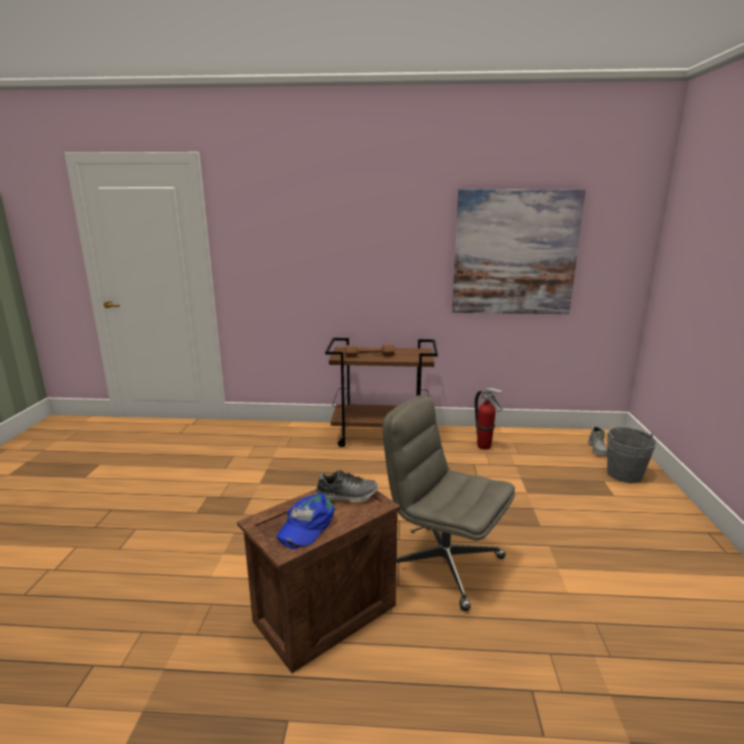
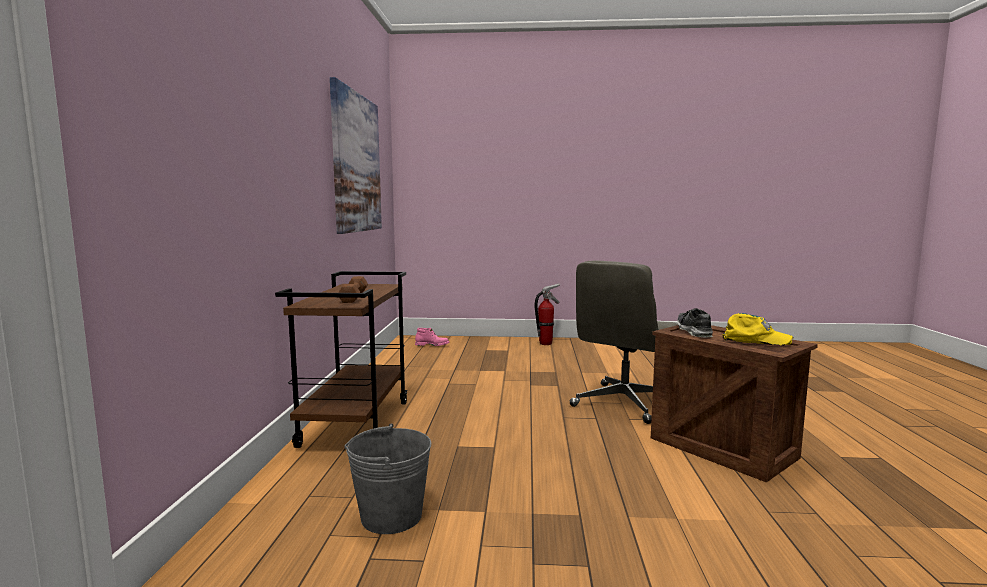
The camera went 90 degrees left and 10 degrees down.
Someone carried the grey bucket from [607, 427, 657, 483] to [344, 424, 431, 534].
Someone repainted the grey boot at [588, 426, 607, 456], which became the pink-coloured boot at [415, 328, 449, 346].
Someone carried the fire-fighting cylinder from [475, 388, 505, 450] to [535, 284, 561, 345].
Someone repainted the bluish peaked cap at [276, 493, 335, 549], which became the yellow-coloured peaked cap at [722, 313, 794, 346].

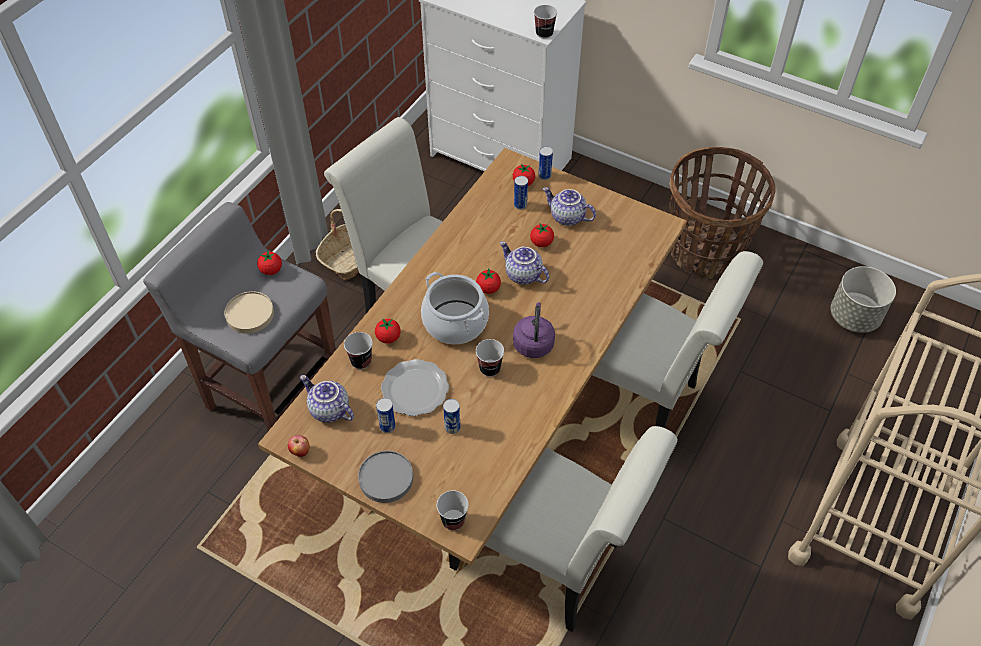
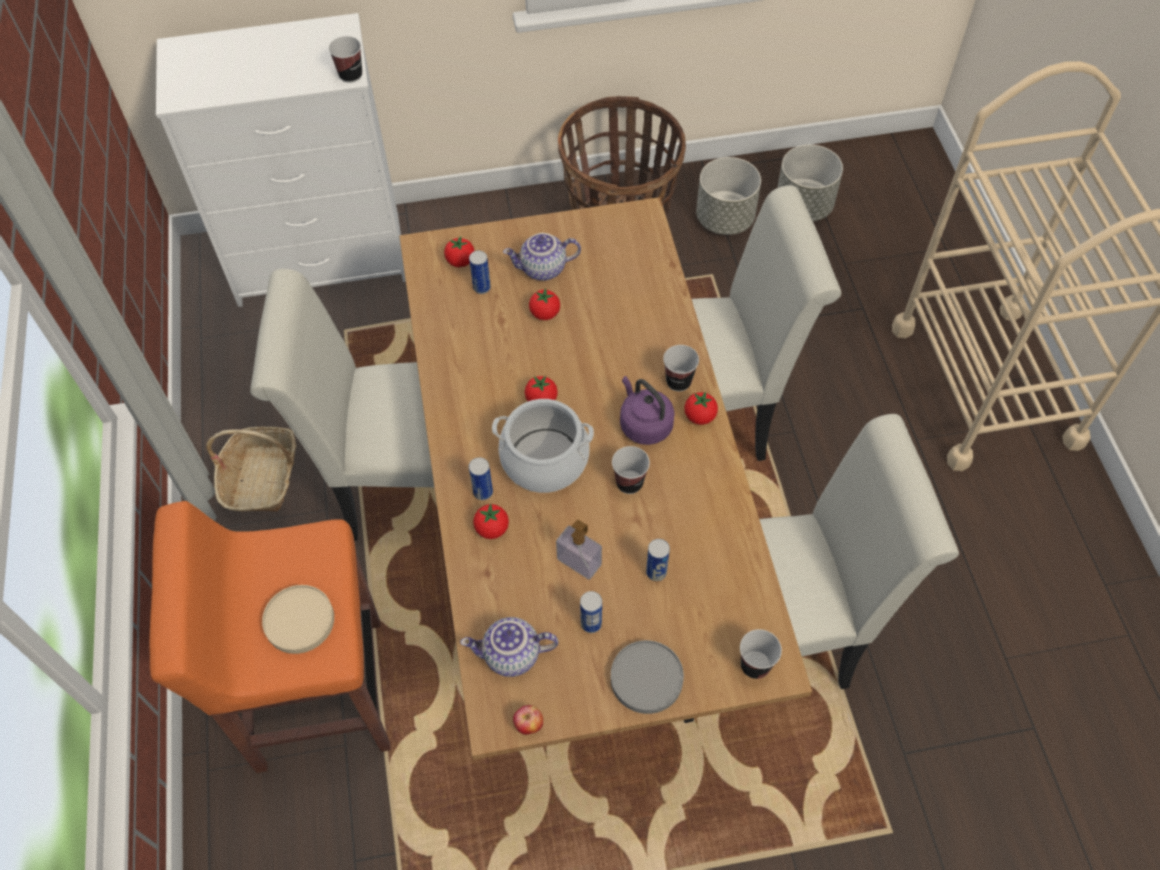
The camera went 40 degrees left and 5 degrees up.
Someone repainted the grey sitting stool at [143, 202, 336, 431], which became the orangey sitting stool at [149, 501, 391, 773].
Someone carried the sealed can from [538, 146, 553, 180] to [469, 457, 493, 500].
Someone swapped the plate at [381, 359, 449, 416] for the soap bottle at [556, 520, 602, 580].
Someone carried the small cup from [344, 332, 373, 369] to [663, 345, 699, 392].
Someone carried the whole tomato from [257, 250, 282, 275] to [684, 392, 718, 425].
Someone put down the grey plant pot at [696, 157, 761, 235].
Someone took away the tea pot at [500, 241, 549, 284].

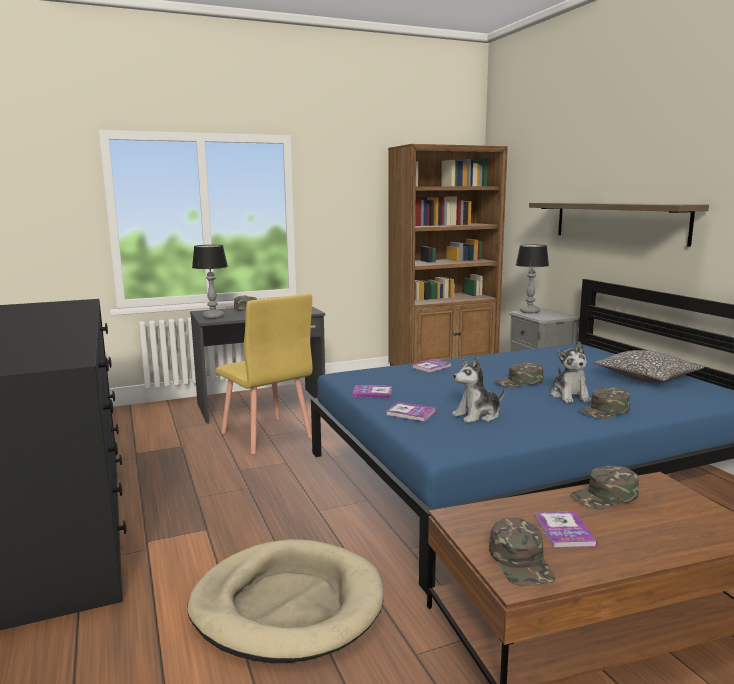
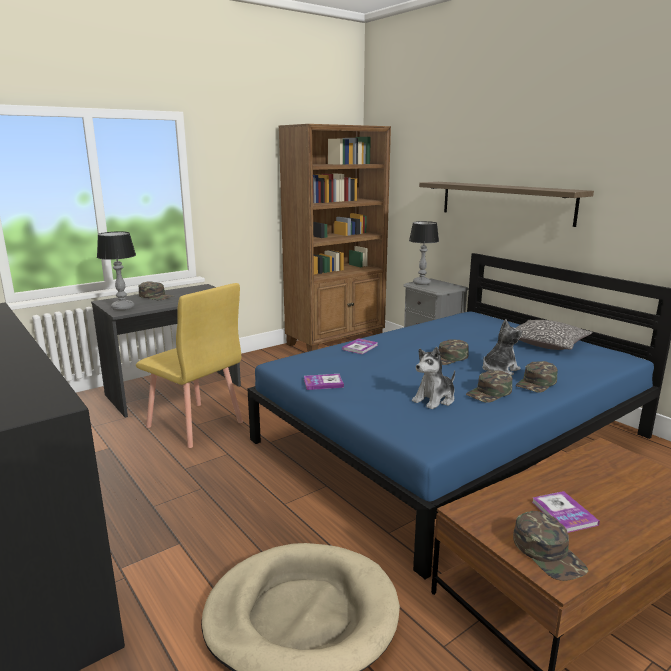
The camera went 15 degrees left and 5 degrees up.
Someone carried the green peaked cap from [570, 465, 639, 509] to [466, 370, 513, 403].
Someone rotated the plush toy at [551, 342, 591, 403] by 105 degrees counterclockwise.
Someone took away the bound book at [387, 402, 436, 422].

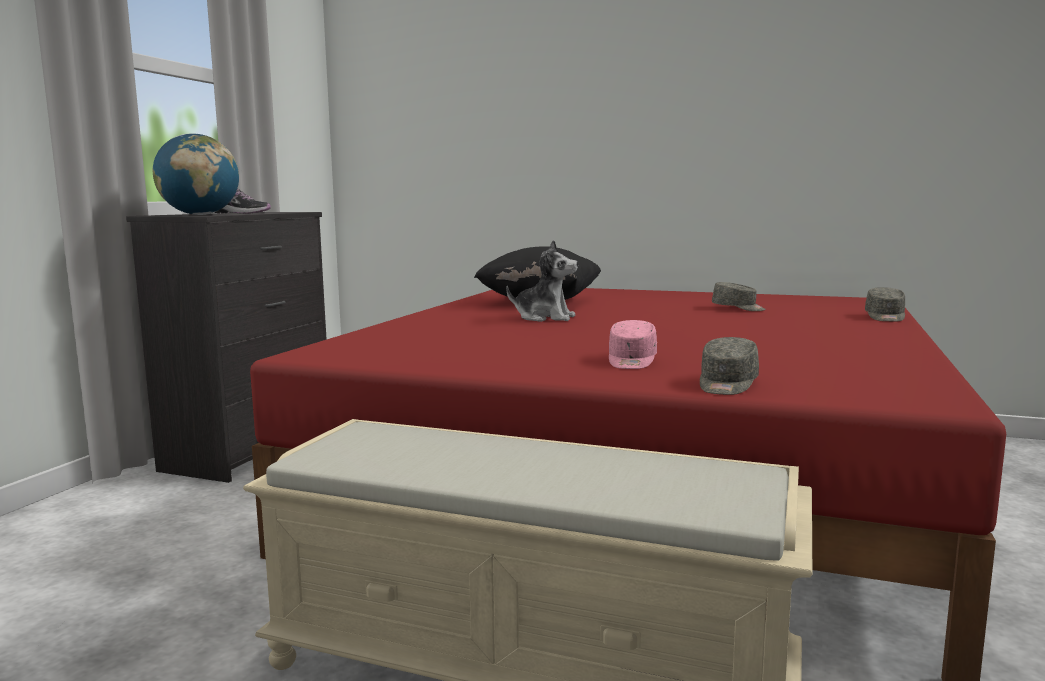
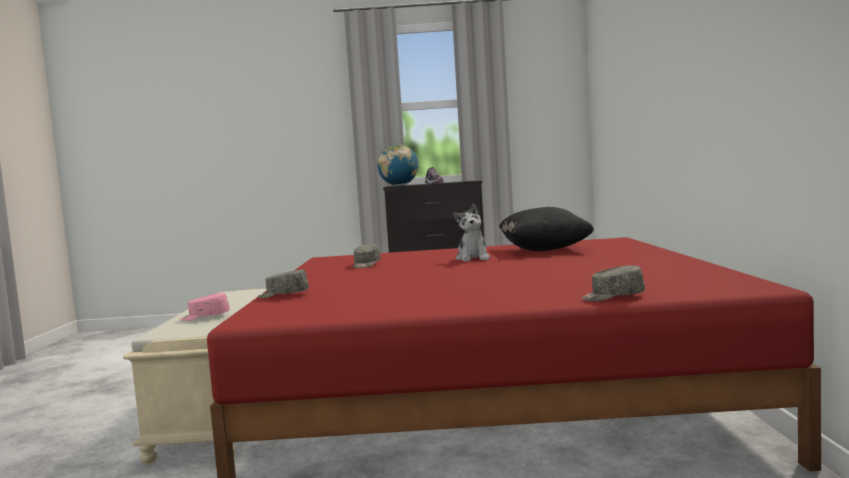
The camera went 70 degrees right and 5 degrees down.
Someone carried the pink-coloured peaked cap from [609, 320, 657, 369] to [180, 293, 230, 321].
Someone carried the grey peaked cap from [712, 282, 766, 311] to [353, 244, 381, 268].

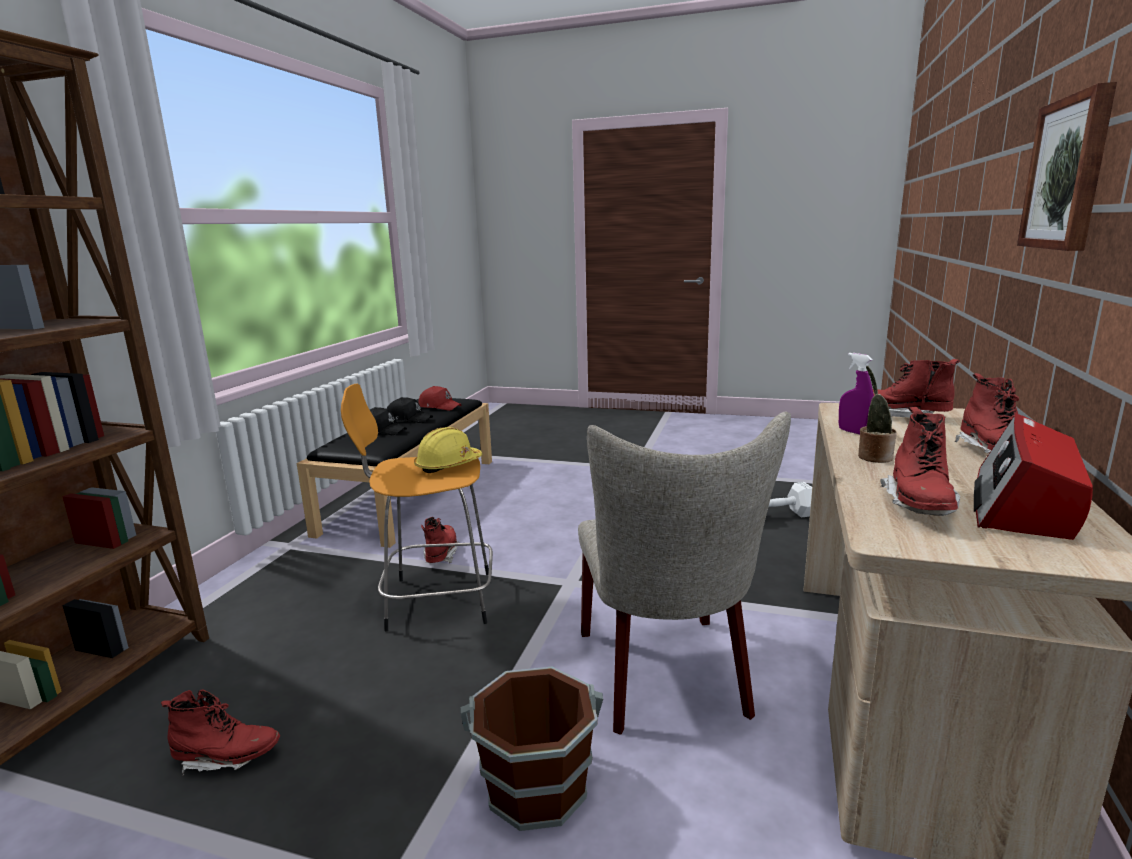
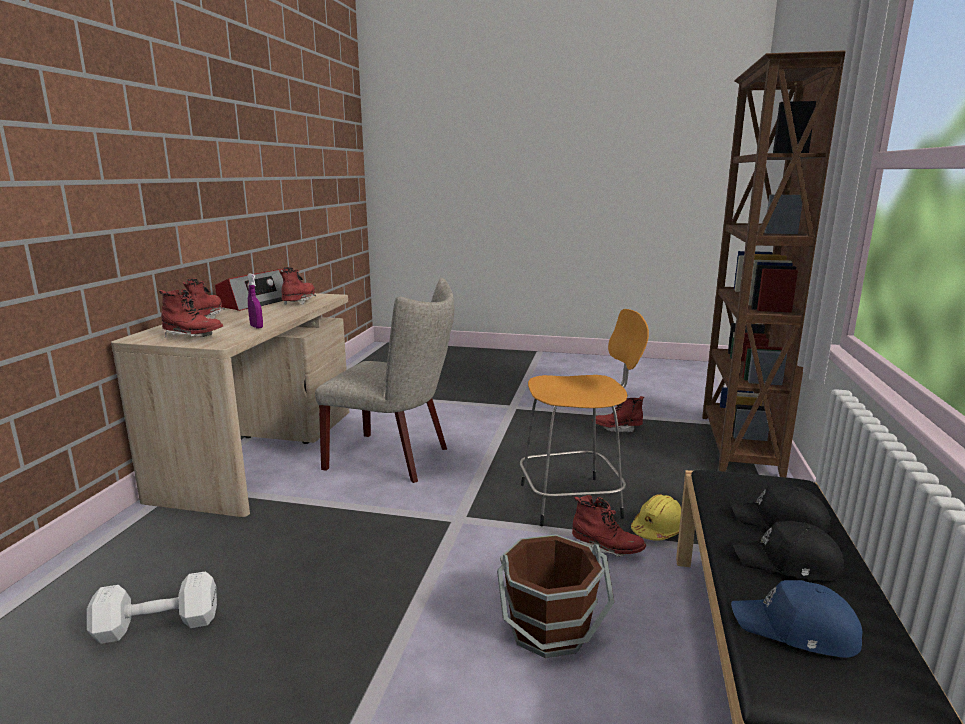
The camera went 175 degrees right and 0 degrees up.
Someone rotated the beige-coloured chair at [578, 412, 791, 735] by 120 degrees clockwise.
Someone carried the brownish bucket from [460, 667, 603, 831] to [497, 534, 614, 658].
Someone rotated the reddish boot at [421, 517, 460, 564] by 60 degrees counterclockwise.
Someone carried the yellow-coloured hard hat from [414, 427, 482, 473] to [631, 494, 681, 541].
Someone repainted the reddish peaked cap at [419, 386, 462, 411], which became the bluish peaked cap at [731, 580, 863, 658].
Someone took away the potted plant at [858, 366, 897, 463].
Someone took away the wall art at [1017, 82, 1117, 251].

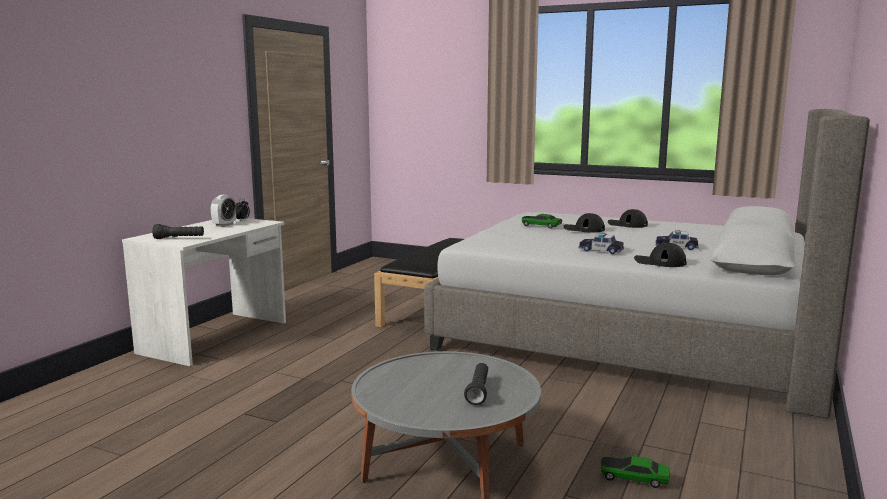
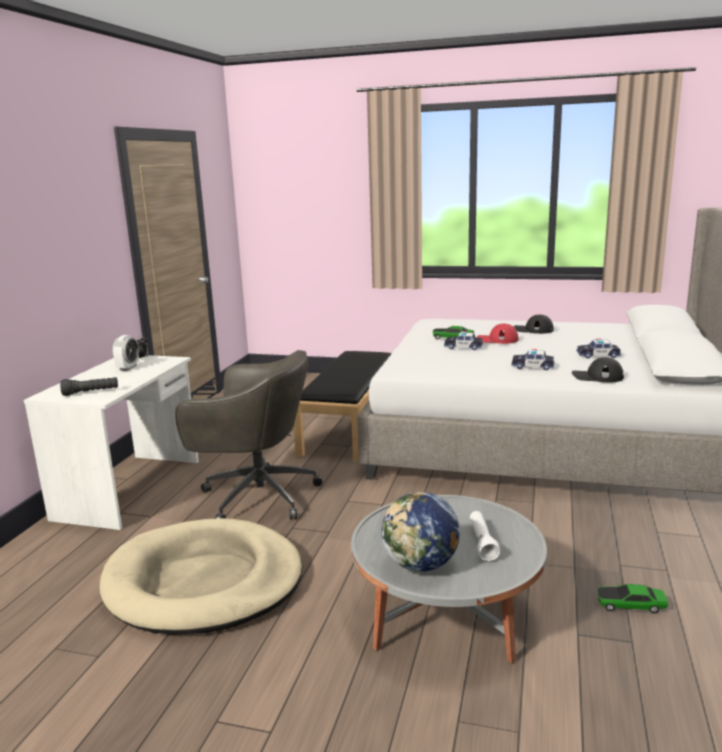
The camera went 10 degrees left and 5 degrees up.
Someone put down the beige-coloured dog cushion at [100, 518, 302, 635].
Someone put down the grey computer chair at [175, 350, 322, 520].
Someone put down the globe at [381, 492, 460, 572].
Someone put down the toy car at [444, 331, 483, 350].
Someone repainted the black-coloured torch at [464, 363, 488, 405], which became the whitish torch at [470, 511, 501, 561].
Someone repainted the black-coloured peaked cap at [564, 213, 605, 233], which became the reddish peaked cap at [477, 324, 519, 344].

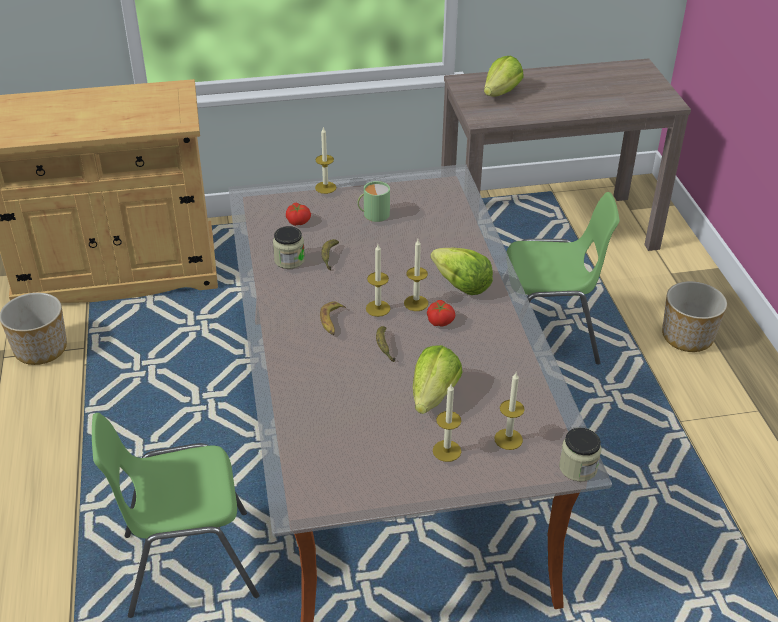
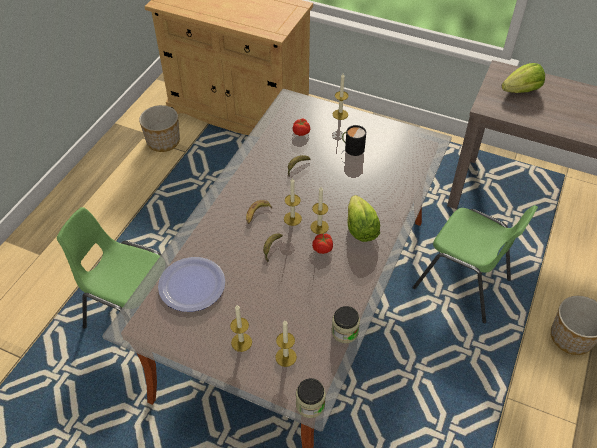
The camera went 35 degrees right and 10 degrees up.
Someone put down the plate at [158, 257, 225, 312].
Someone carried the preserve jar from [273, 226, 305, 269] to [332, 306, 360, 343].
Someone repainted the green tea mug at [357, 181, 390, 222], which became the black-coloured tea mug at [342, 125, 366, 156].
Someone took away the head of lettuce at [413, 345, 463, 414].

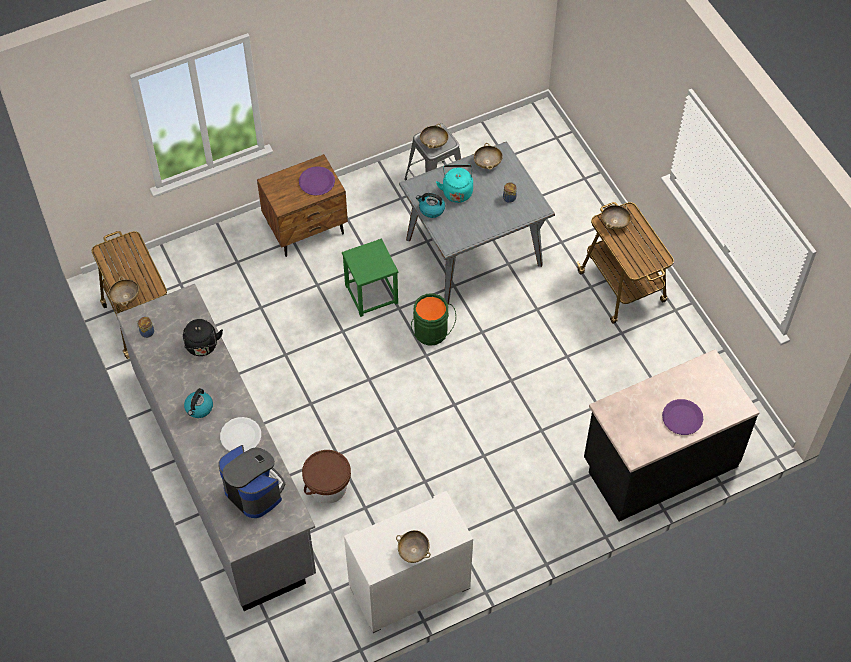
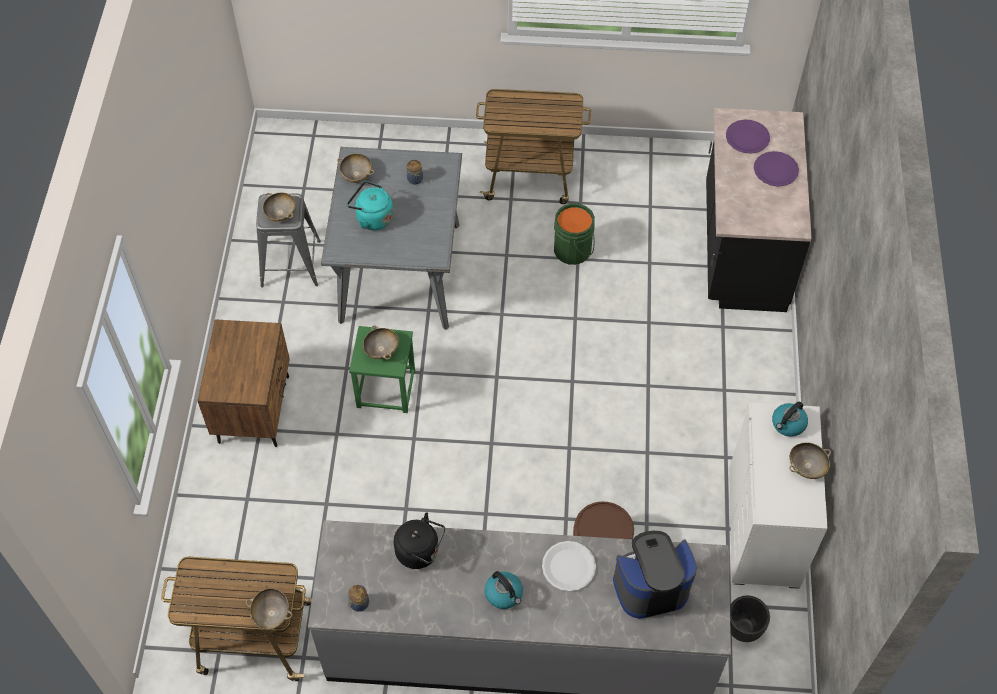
The camera went 60 degrees left and 0 degrees up.
Someone carried the beige-coloured bowl from [601, 205, 631, 229] to [363, 326, 399, 360].
Someone carried the green bucket from [411, 293, 456, 346] to [554, 203, 595, 265].
Someone carried the purple plate from [299, 166, 335, 196] to [726, 119, 770, 154].
Someone put down the black-coloured plant pot at [730, 595, 770, 642].
Someone carried the kettle from [416, 193, 445, 218] to [772, 401, 808, 437].

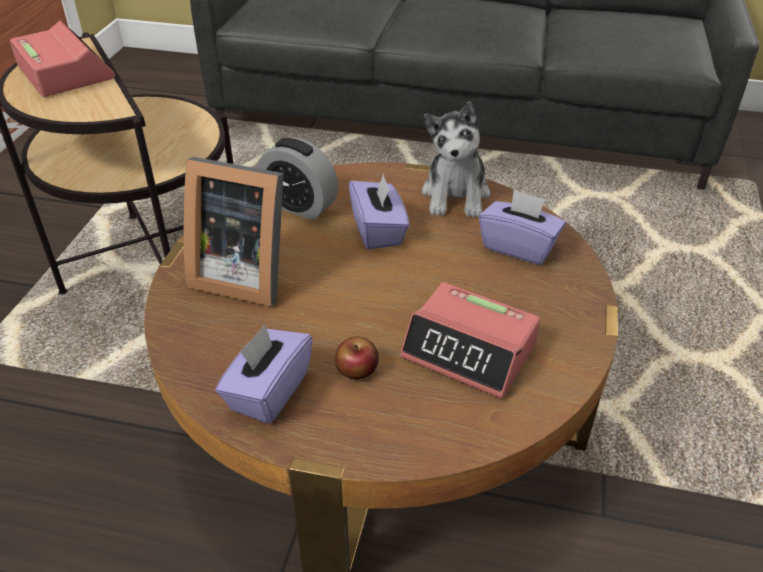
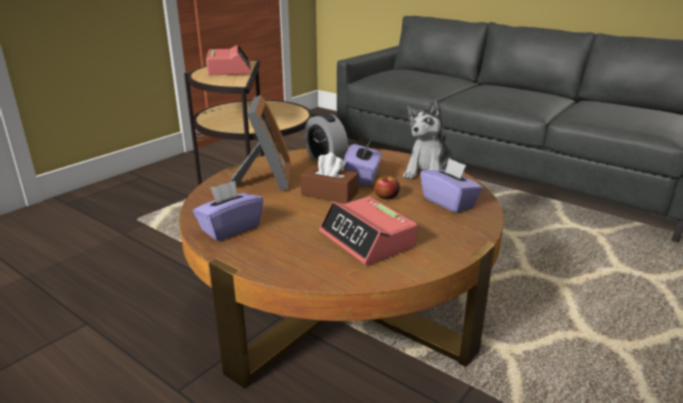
The camera went 25 degrees right and 15 degrees down.
Someone rotated the picture frame at [184, 157, 284, 306] by 135 degrees counterclockwise.
Someone put down the brownish box of tissues at [301, 152, 358, 204].
Someone carried the whole apple from [335, 336, 379, 380] to [374, 176, 400, 199].

